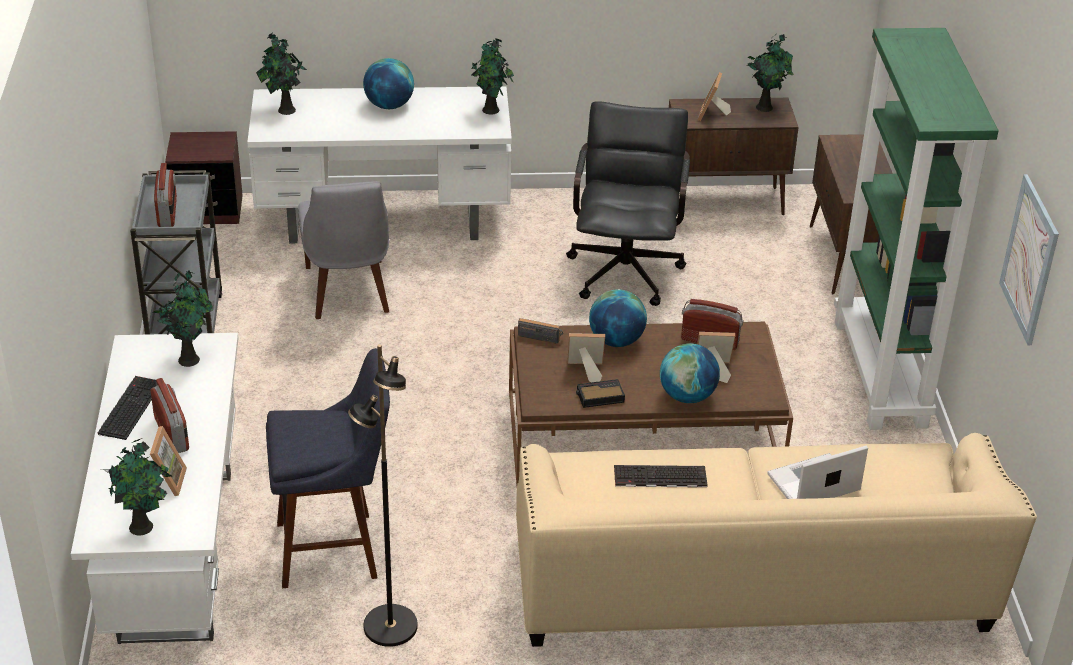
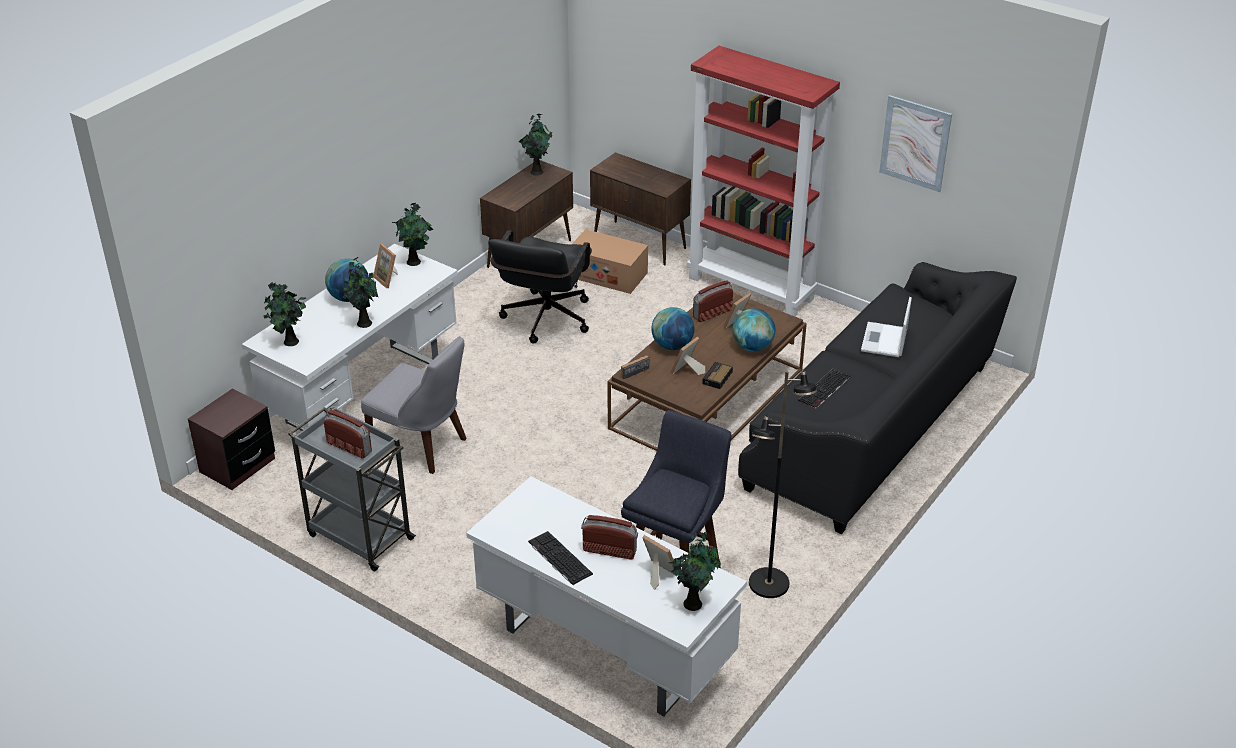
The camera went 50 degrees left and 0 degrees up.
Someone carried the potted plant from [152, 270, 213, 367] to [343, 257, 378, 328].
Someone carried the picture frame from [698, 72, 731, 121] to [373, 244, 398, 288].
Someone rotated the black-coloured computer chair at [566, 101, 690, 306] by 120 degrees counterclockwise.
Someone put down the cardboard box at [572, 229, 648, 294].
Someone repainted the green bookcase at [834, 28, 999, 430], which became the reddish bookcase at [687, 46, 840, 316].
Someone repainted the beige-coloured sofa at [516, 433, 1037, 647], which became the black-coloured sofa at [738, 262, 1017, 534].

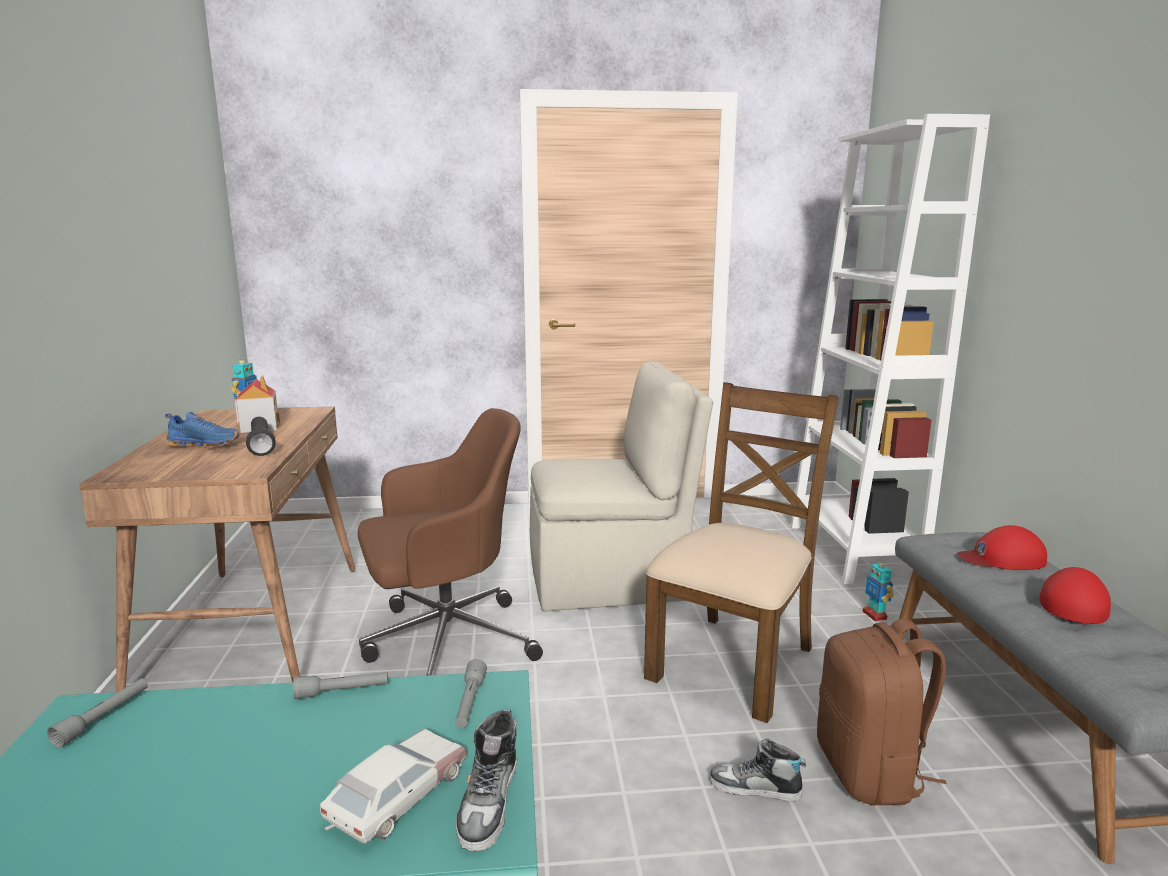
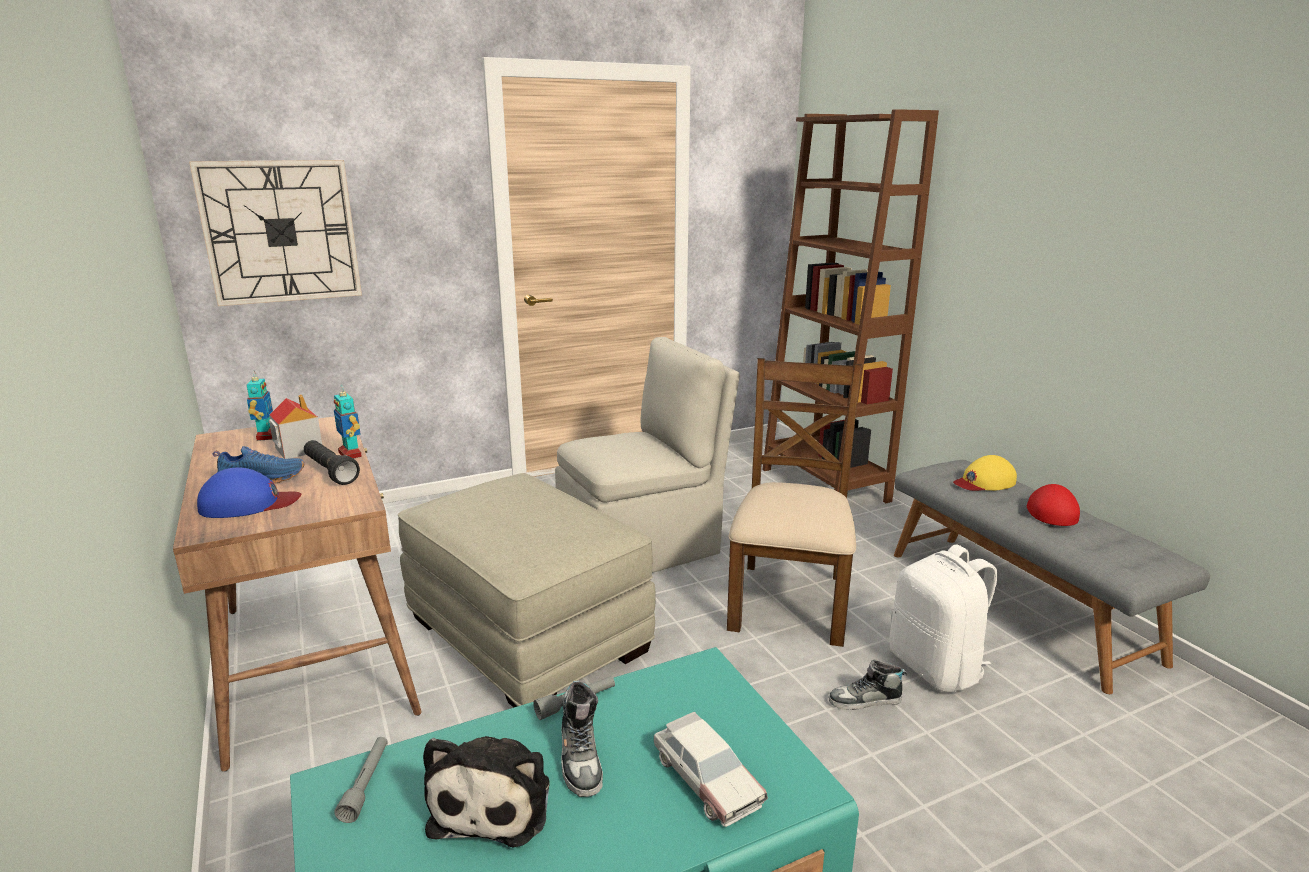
The camera went 20 degrees left and 5 degrees up.
Someone put up the hanging clock at [189, 160, 362, 306].
Someone put down the bluish peaked cap at [197, 467, 301, 518].
Someone carried the model robot from [863, 558, 894, 621] to [334, 386, 362, 459].
Someone swapped the brownish computer chair at [358, 408, 543, 675] for the beige-coloured footrest at [398, 473, 655, 708].
Someone put down the plush toy at [423, 736, 549, 847].
Someone carried the low shoe from [456, 709, 517, 851] to [561, 681, 603, 797].
Someone rotated the toy car at [320, 729, 467, 844] by 135 degrees clockwise.
Someone repainted the whitish bookcase at [791, 114, 990, 584], which became the brownish bookcase at [763, 109, 939, 503].
Someone repainted the brownish knapsack at [817, 618, 946, 805], which became the whitish knapsack at [890, 545, 997, 692].
Someone repainted the reddish peaked cap at [957, 525, 1047, 570], which became the yellow-coloured peaked cap at [953, 455, 1017, 491].
Someone took away the grey torch at [455, 659, 487, 728].

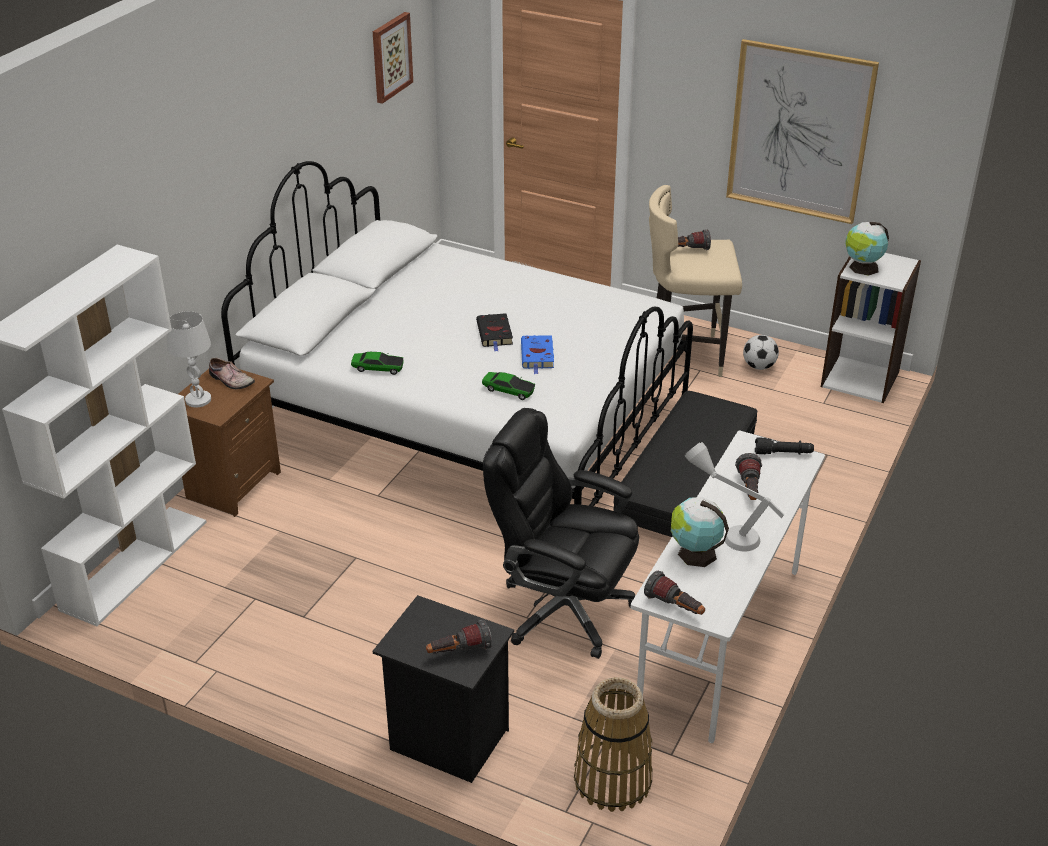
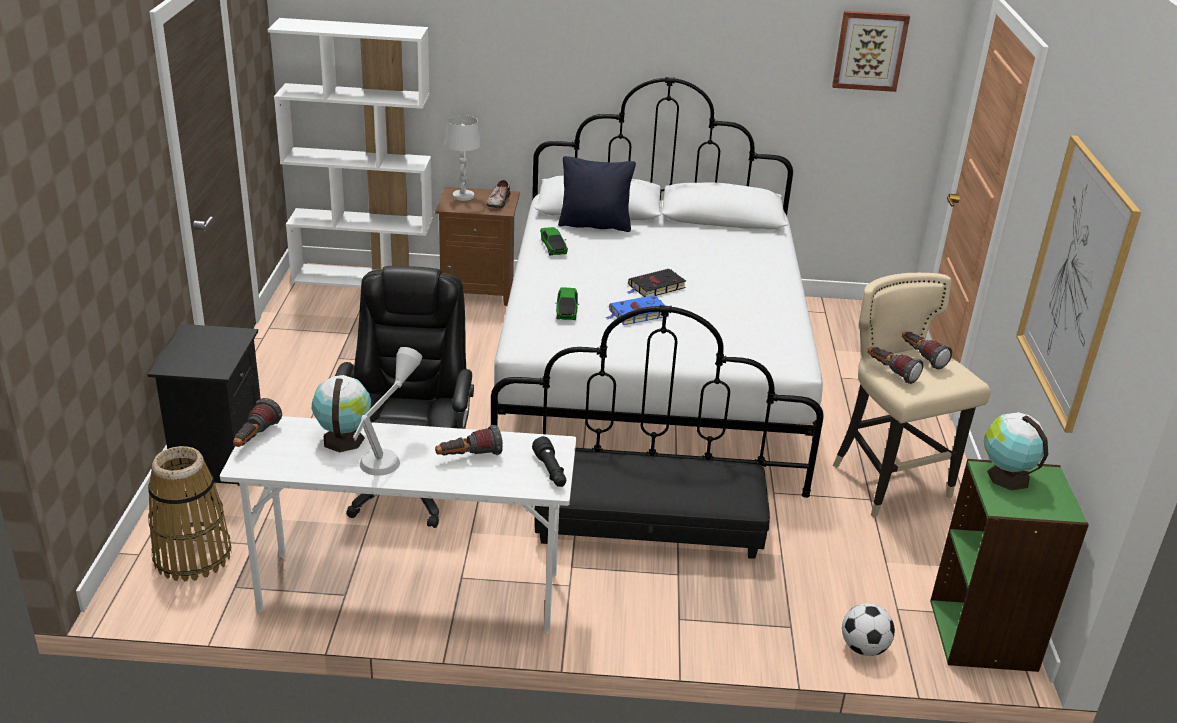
The camera went 65 degrees right and 5 degrees down.
Someone put down the black-coloured cushion at [558, 156, 636, 232].
Someone carried the football from [743, 335, 779, 370] to [842, 603, 895, 656].
Someone carried the torch from [426, 620, 492, 654] to [868, 347, 923, 384].
Someone repainted the whitish bookcase at [821, 253, 921, 403], which became the green bookcase at [930, 459, 1089, 672].

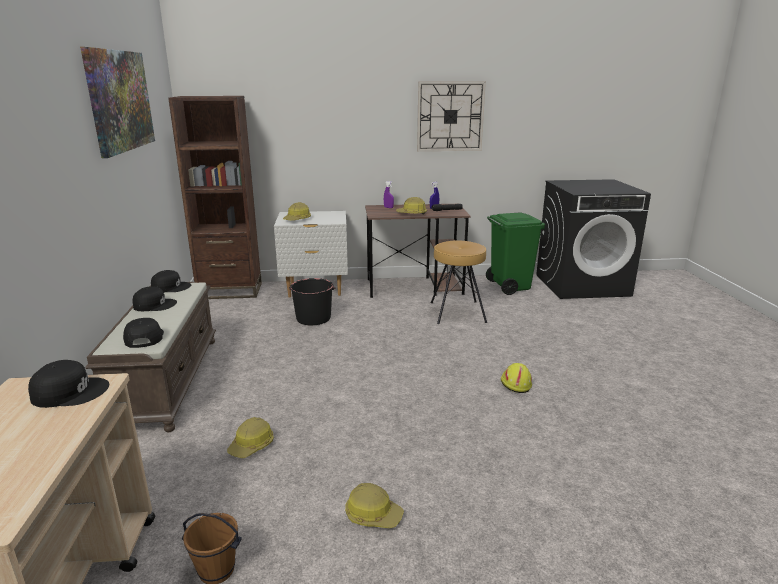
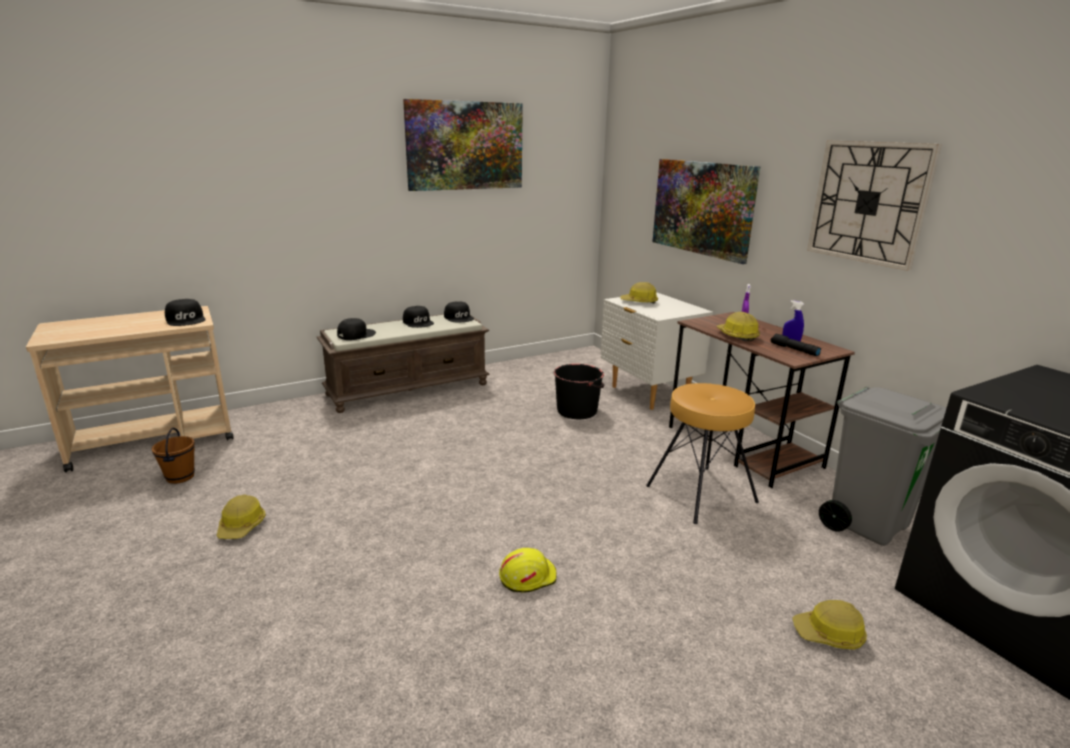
The camera went 65 degrees right and 0 degrees up.
Someone put up the wall art at [652, 159, 761, 264].
Someone carried the hard hat from [227, 417, 274, 458] to [793, 600, 867, 650].
Someone repainted the green waste bin at [486, 212, 545, 295], which became the grey waste bin at [819, 387, 946, 546].
Someone took away the brownish bookcase at [168, 96, 262, 299].

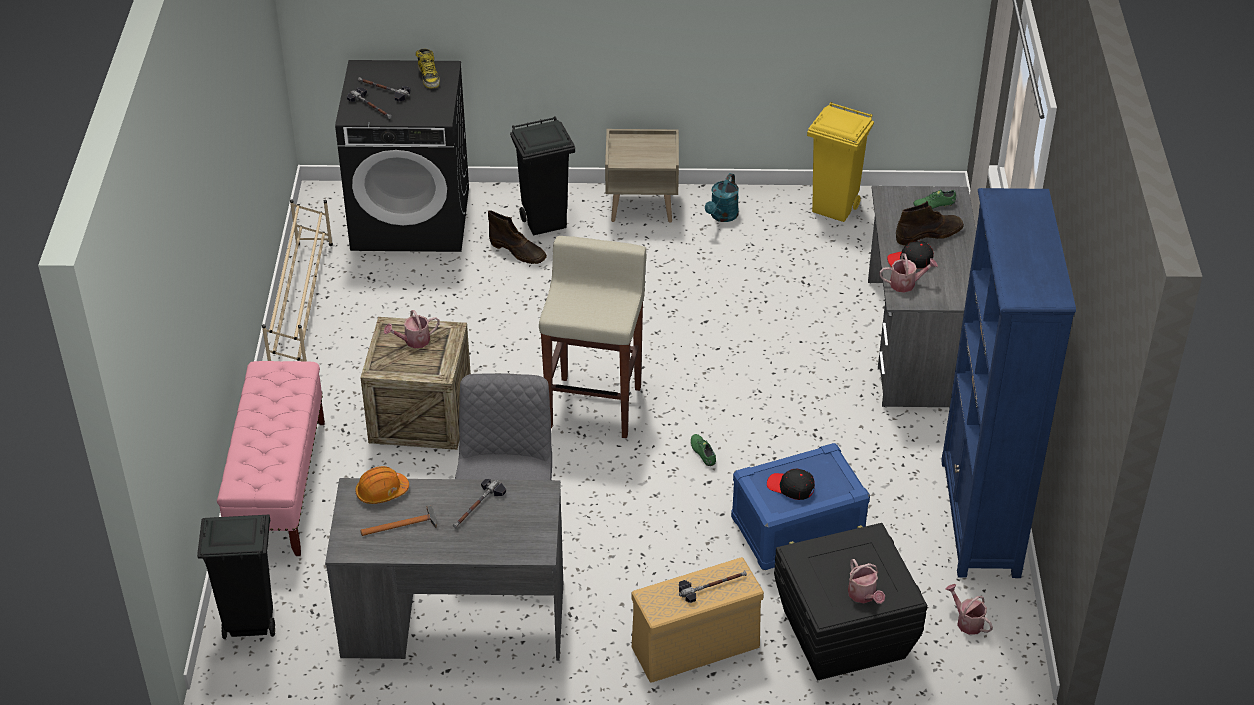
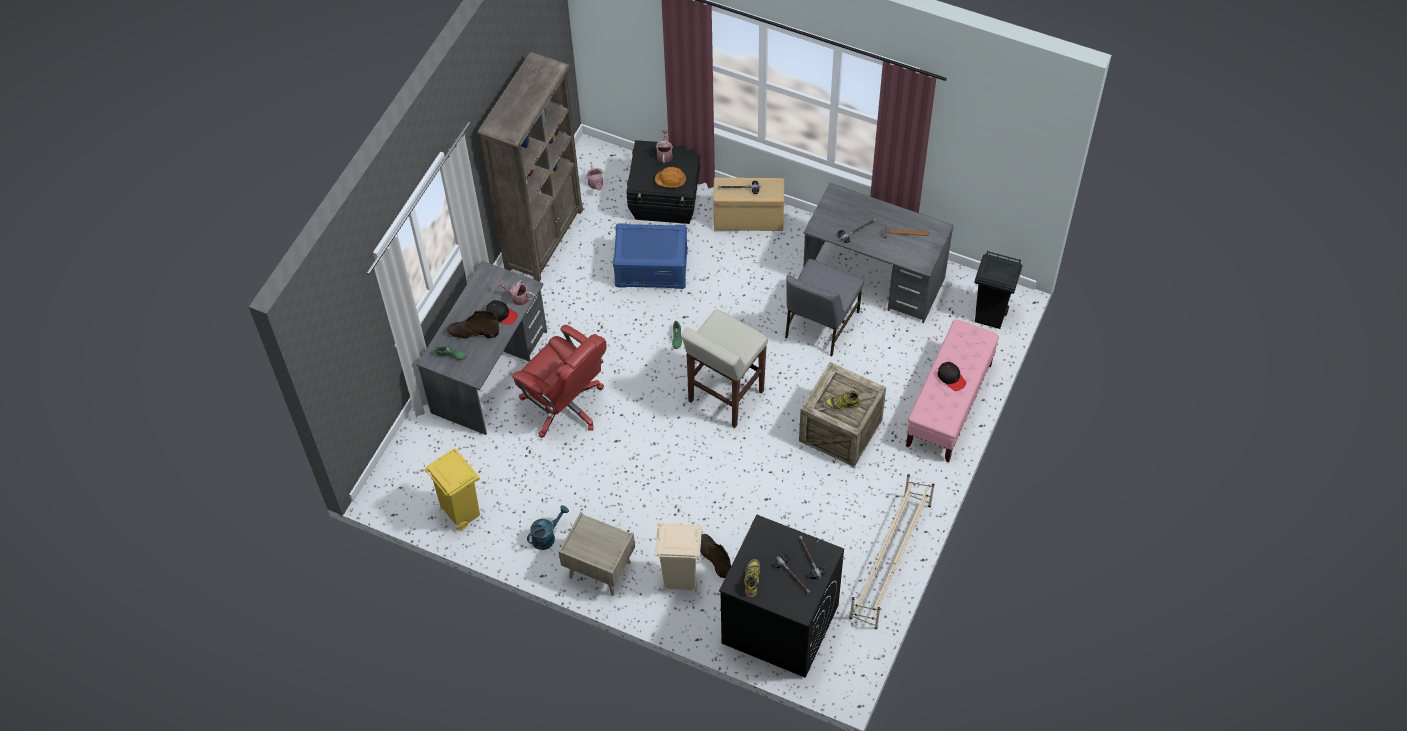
The camera went 155 degrees left and 15 degrees up.
Someone repainted the bluish bookcase at [941, 188, 1076, 578], which became the brownish bookcase at [478, 52, 583, 282].
Someone put down the reddish computer chair at [512, 325, 607, 438].
Someone carried the orangey hard hat from [355, 466, 409, 504] to [655, 167, 686, 188].
Someone repainted the black-coloured waste bin at [510, 116, 575, 235], which became the beige-coloured waste bin at [655, 523, 702, 593].
Someone swapped the watering can at [384, 310, 440, 348] for the boot at [823, 390, 860, 411].
Someone carried the black-coloured peaked cap from [767, 469, 815, 500] to [938, 362, 966, 391].

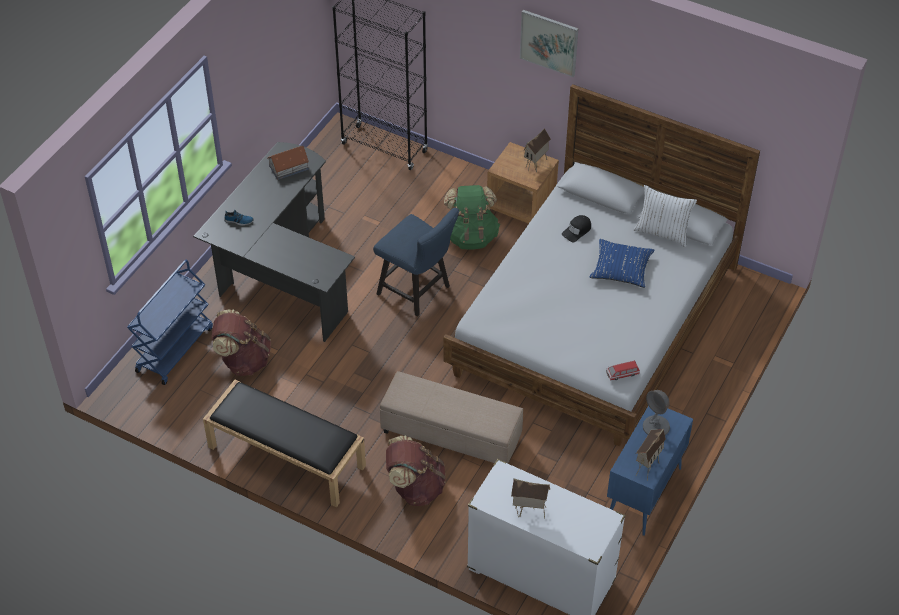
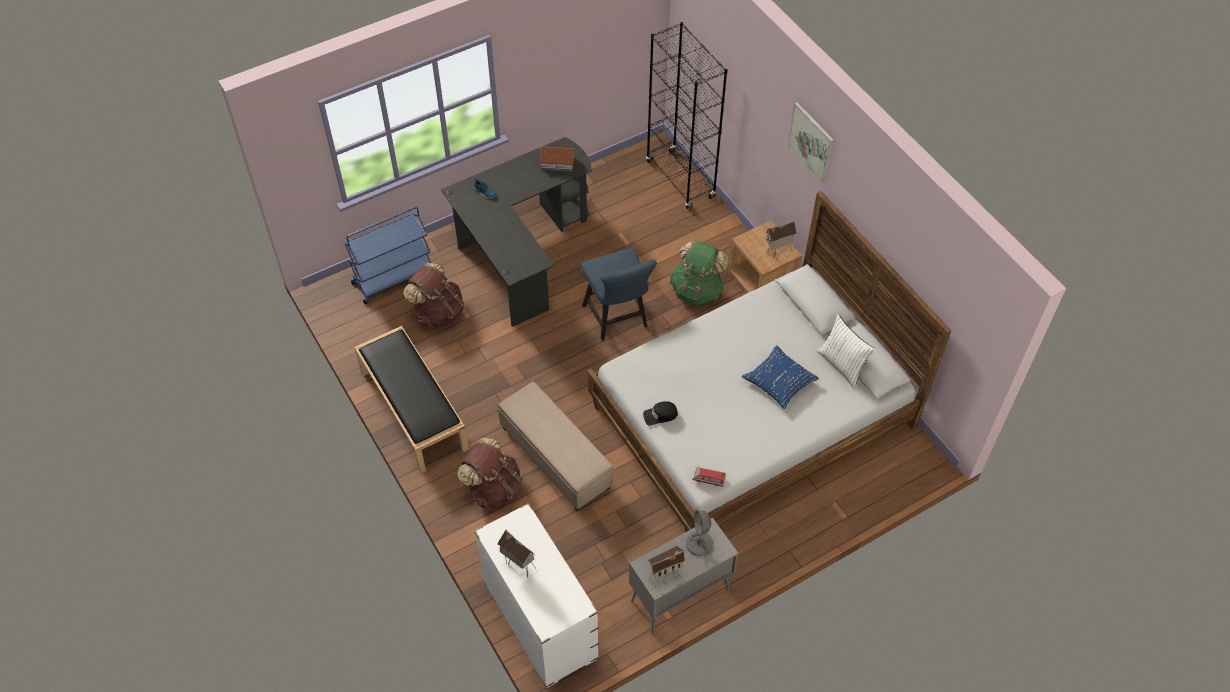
The camera went 30 degrees right and 5 degrees up.
Someone repainted the bluish cupboard at [607, 406, 693, 536], which became the grey cupboard at [629, 518, 739, 633].
Someone carried the black-coloured peaked cap from [562, 215, 591, 243] to [643, 401, 678, 426].

